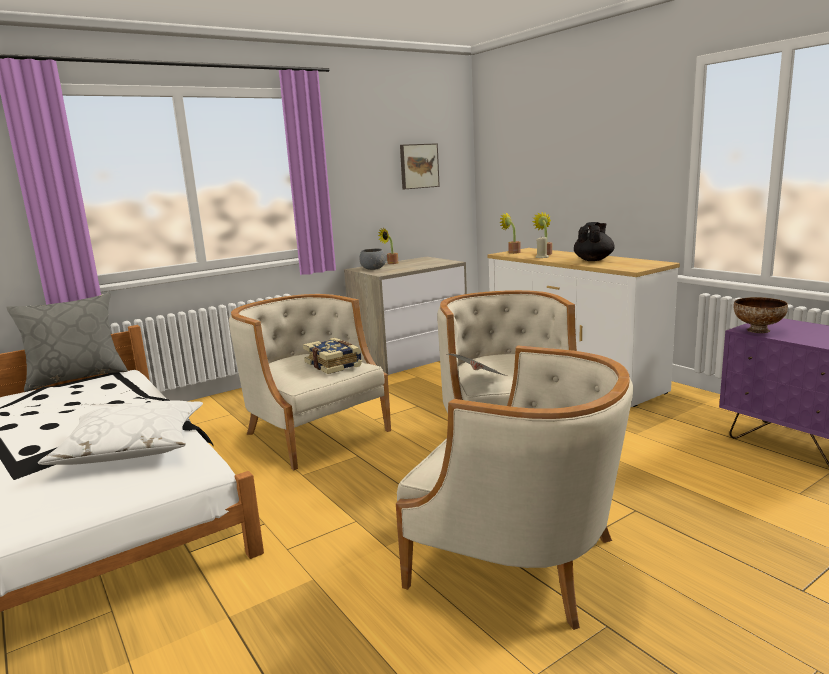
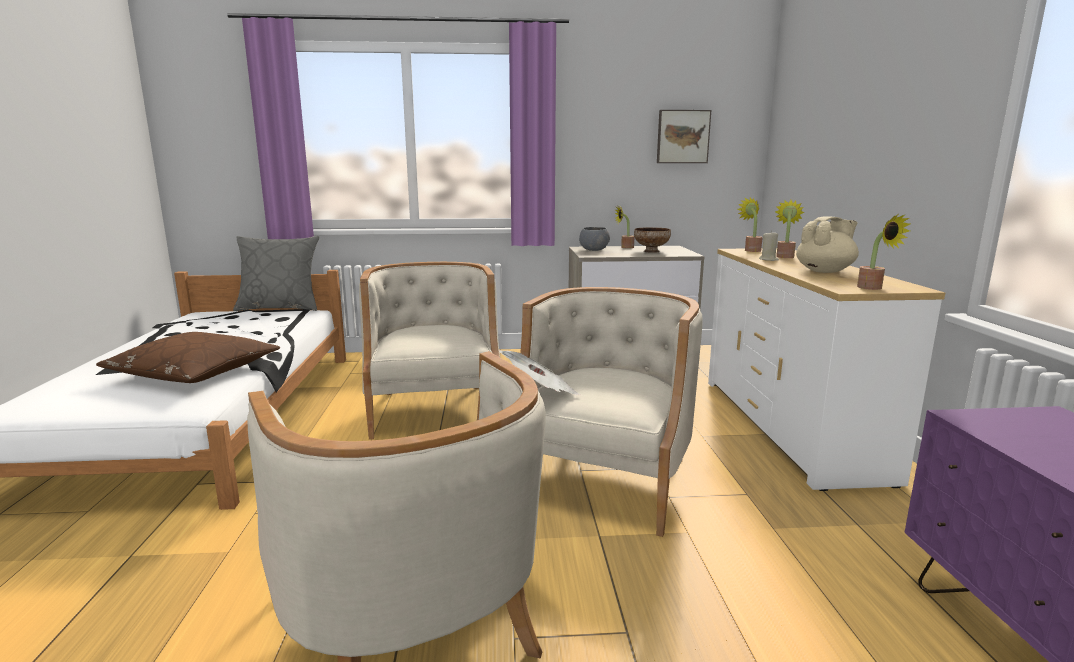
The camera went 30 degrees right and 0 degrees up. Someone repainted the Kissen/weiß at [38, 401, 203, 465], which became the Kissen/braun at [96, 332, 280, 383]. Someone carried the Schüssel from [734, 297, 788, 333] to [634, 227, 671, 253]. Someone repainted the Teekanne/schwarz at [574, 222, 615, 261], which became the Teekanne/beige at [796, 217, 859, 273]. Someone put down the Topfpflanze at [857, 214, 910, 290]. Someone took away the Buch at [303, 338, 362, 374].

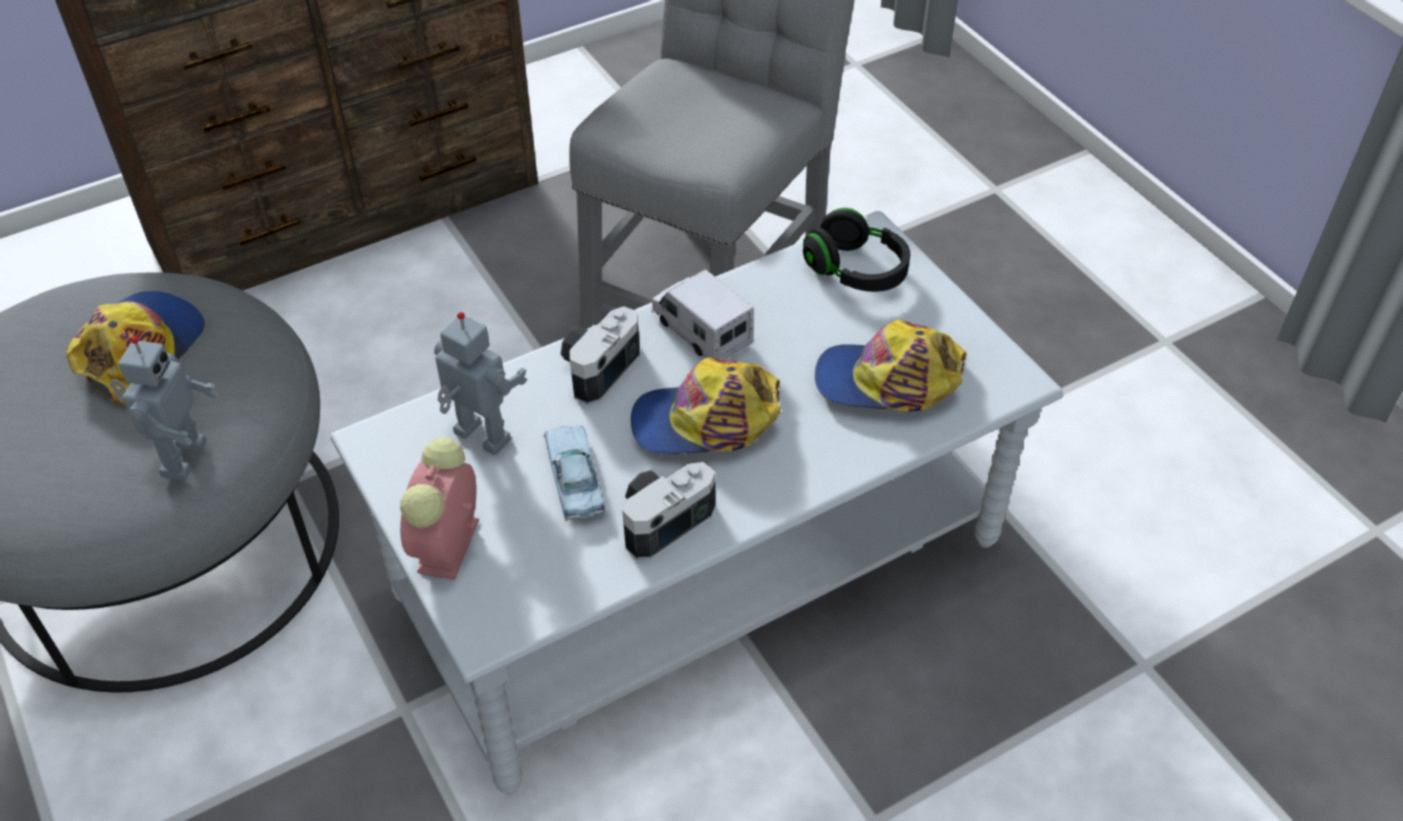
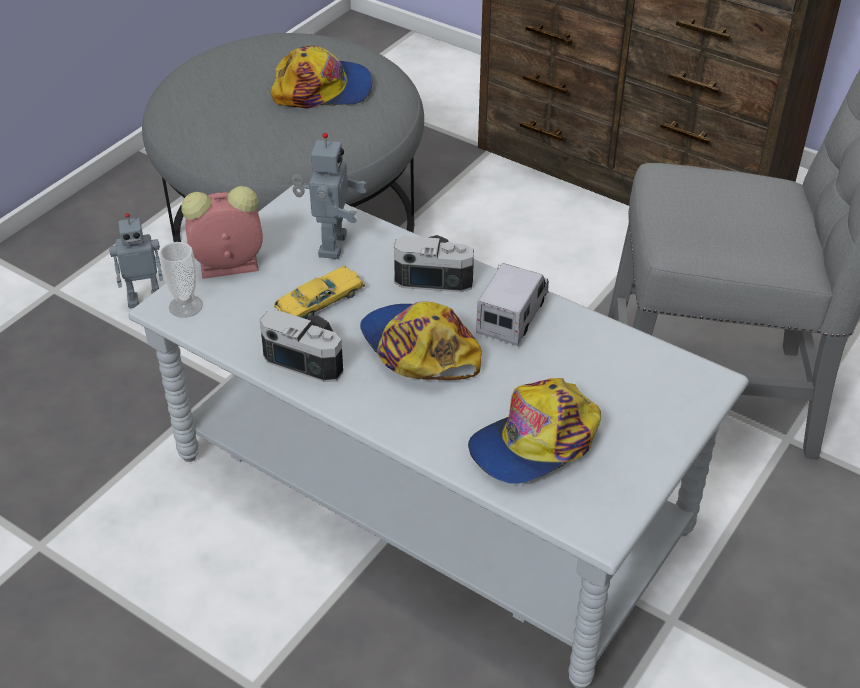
The camera went 65 degrees right and 5 degrees down. Someone carried the Spielzeugroboter from [110, 336, 218, 480] to [109, 213, 163, 308]. Someone put down the Tasse at [159, 242, 203, 318]. Someone repainted the Spielzeugauto/blau at [544, 426, 605, 521], which became the Spielzeugauto/gelb at [274, 265, 365, 319]. Someone rotated the Kappe at [815, 320, 967, 412] by 105 degrees counterclockwise. Someone took away the Kopfhörer/schwarz at [803, 208, 910, 292].

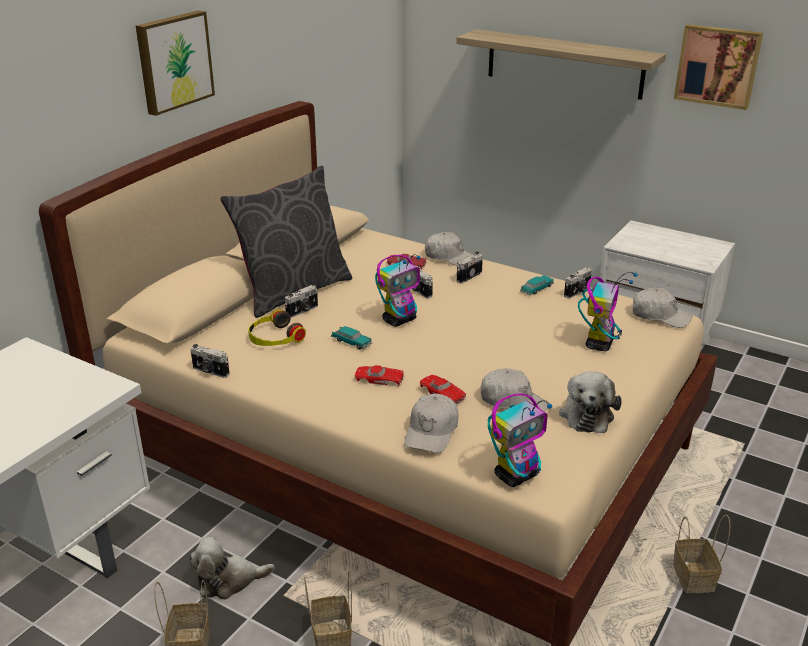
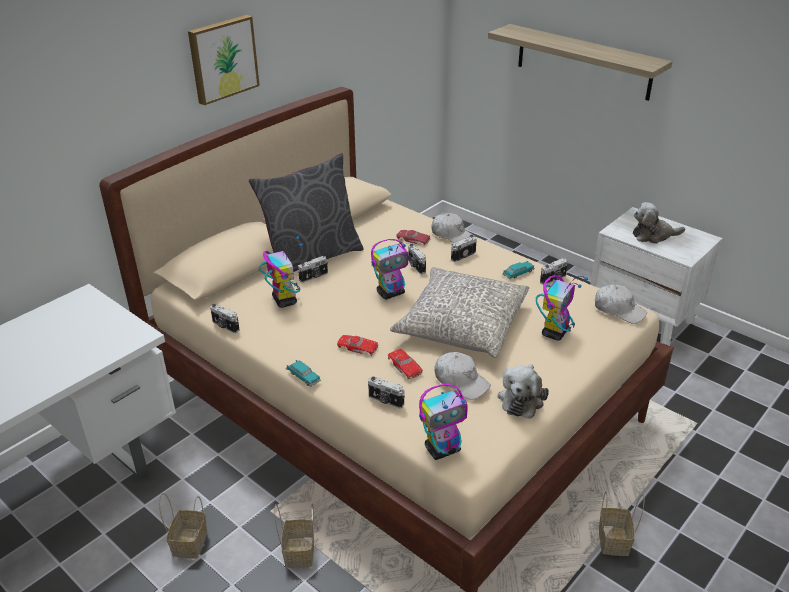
The camera went 10 degrees right and 5 degrees up. Someone swapped the Kopfhörer at [248, 309, 306, 346] for the Spielzeugroboter at [258, 236, 303, 308]. Someone carried the Spielzeugauto from [331, 326, 372, 350] to [286, 360, 321, 387]. Someone swapped the Kappe/weiß at [404, 394, 459, 453] for the Kamera at [368, 376, 405, 408]. Someone put down the Kissen/grau at [390, 267, 529, 358]. Someone carried the Plüschtier from [189, 537, 275, 600] to [633, 202, 685, 244]. Someone took away the Bild at [674, 24, 763, 110].

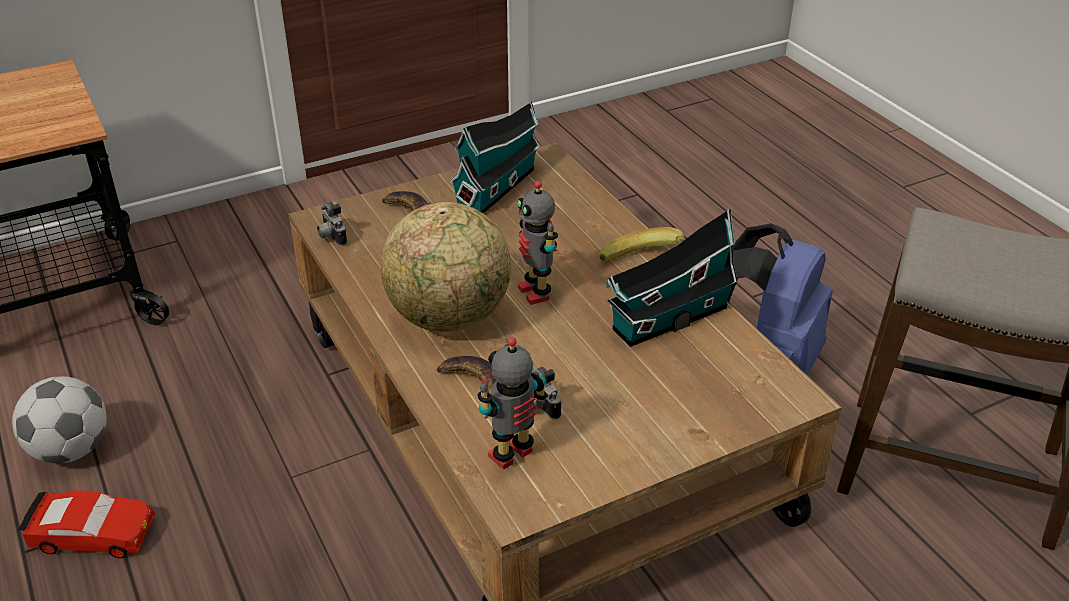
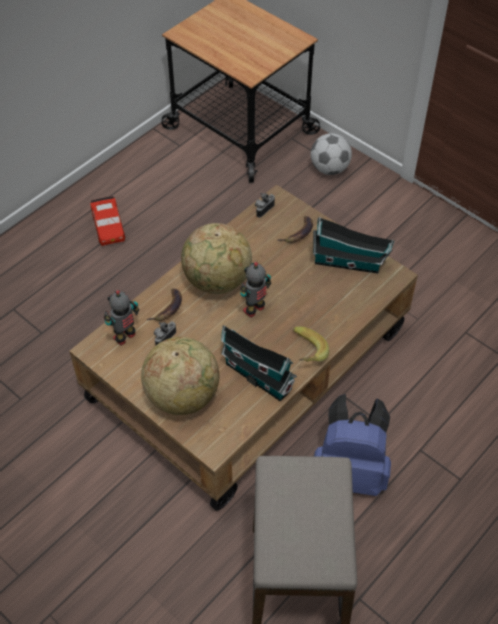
The camera went 70 degrees right and 15 degrees up. Someone rotated the Spielzeugroboter at [478, 337, 547, 470] by 75 degrees counterclockwise. Someone put down the Globus at [141, 337, 219, 415]. Someone carried the Fußball from [12, 376, 106, 464] to [311, 133, 352, 175].

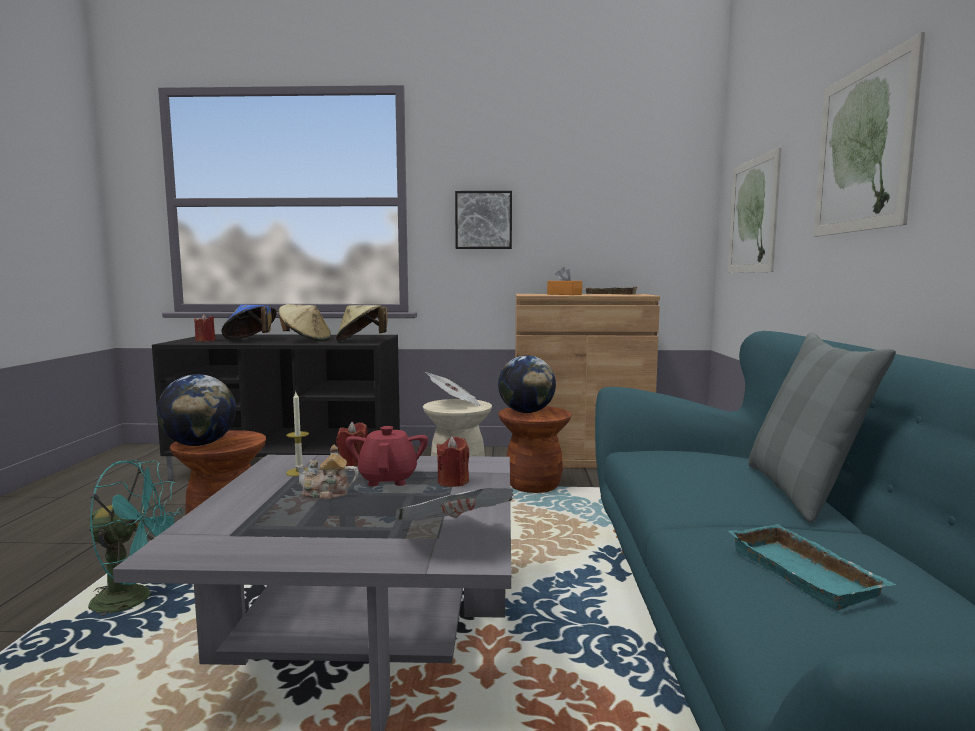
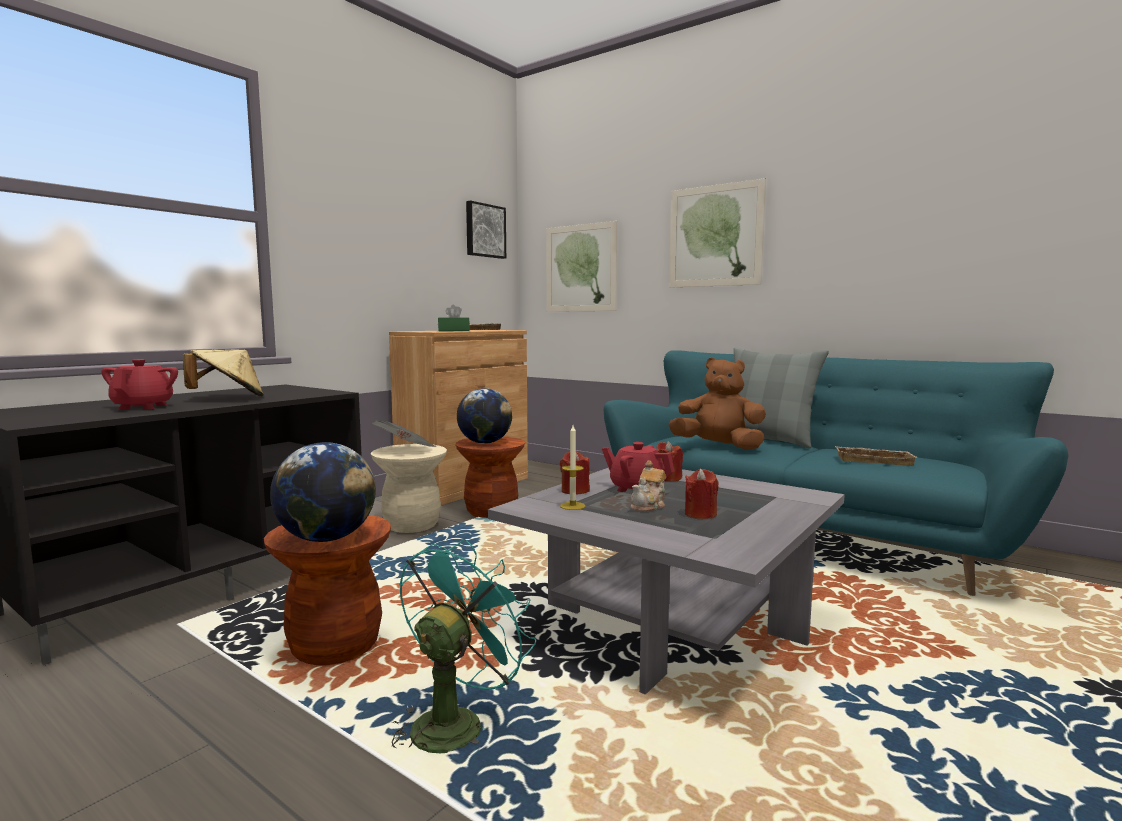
The camera went 55 degrees left and 0 degrees up. Someone swapped the Hut/blau at [222, 305, 277, 340] for the Teekanne/rot at [101, 359, 178, 410]. Someone repainted the Taschentuchbox/orange at [547, 267, 582, 295], which became the Taschentuchbox/grün at [438, 305, 470, 331]. Someone carried the Bild from [455, 191, 512, 249] to [466, 201, 506, 259]. Someone put down the Plüschtier/braun at [668, 357, 766, 450]. Someone carried the Kerze/rot from [194, 314, 215, 342] to [685, 469, 719, 519]. Someone repainted the Tablett/türkis at [728, 524, 896, 611], which became the Tablett/beige at [835, 446, 917, 466]. Someone took away the Hut/beige at [336, 305, 387, 341]. Someone took away the Zeitung at [396, 488, 514, 521].

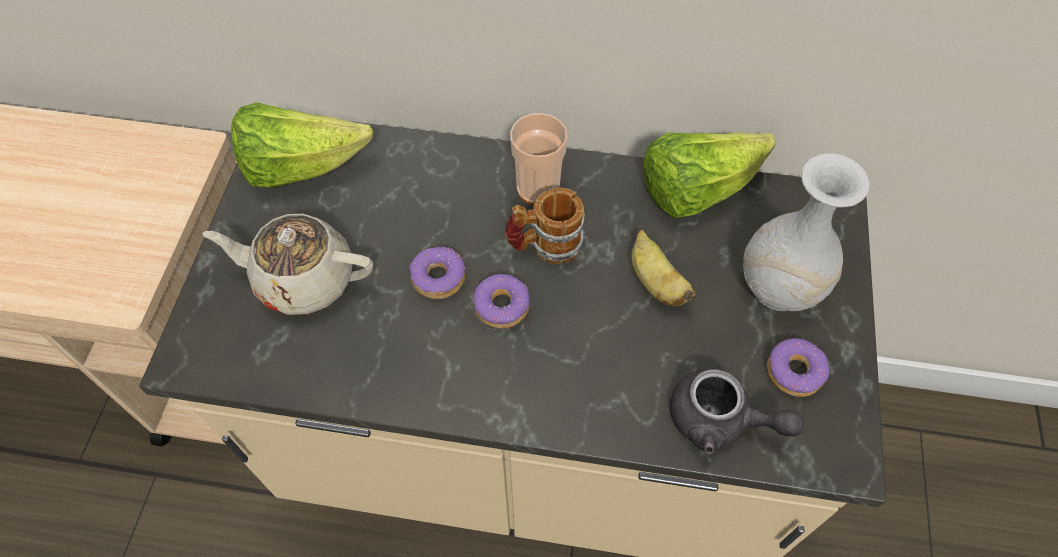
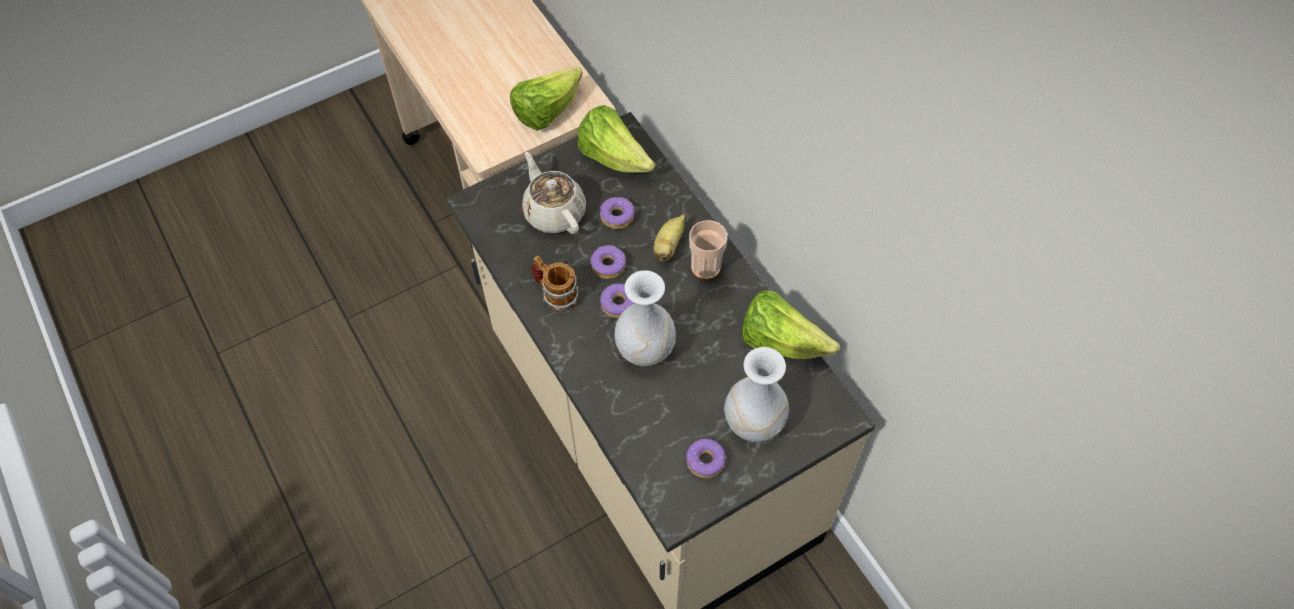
The camera went 50 degrees right and 0 degrees up. Someone put down the Salatkopf at [510, 66, 583, 131]. Someone carried the Henkelbecher from [506, 188, 585, 264] to [531, 256, 579, 312]. Someone put down the Donut at [600, 197, 635, 229]. Someone put down the Vase/weiß at [614, 270, 676, 366]. Someone carried the Banane from [631, 230, 697, 306] to [653, 214, 685, 262]. Someone took away the Teekanne/grau at [670, 369, 804, 454].

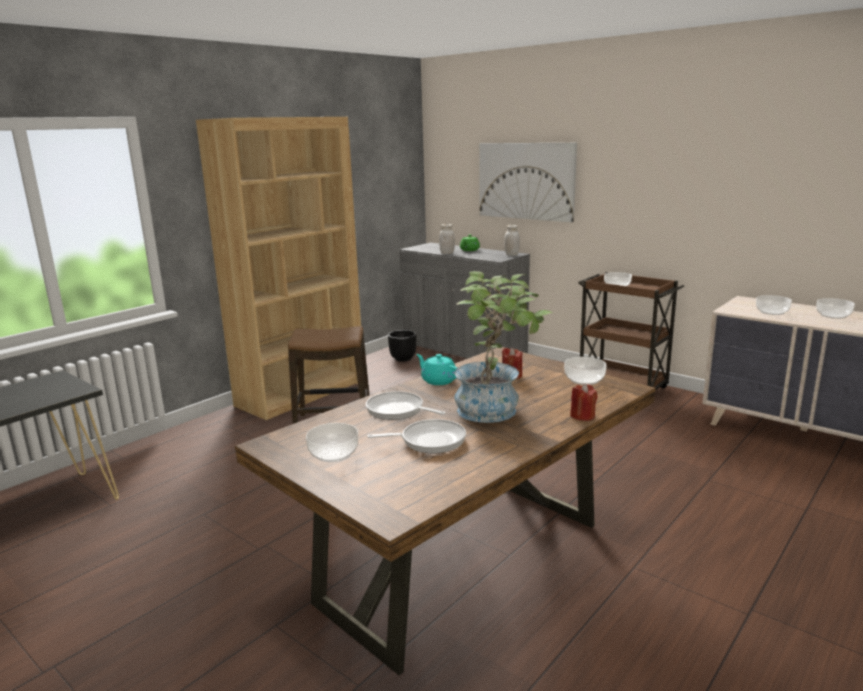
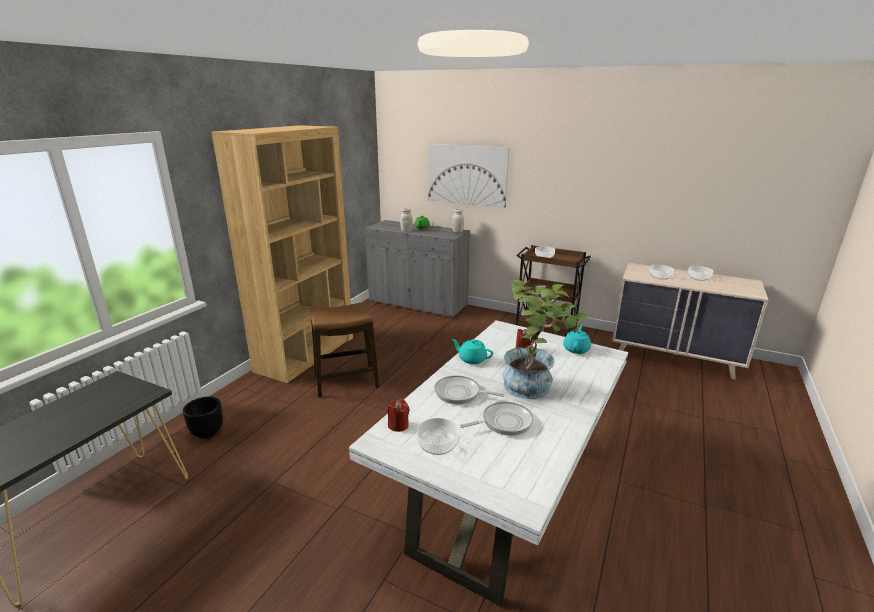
The camera went 15 degrees left and 5 degrees up. Someone carried the Pflanzkübel/schwarz from [388, 330, 417, 362] to [183, 397, 223, 439]. Someone repainted the Esstisch/braun at [235, 347, 656, 675], which became the Esstisch/weiß at [349, 320, 628, 607]. Someone carried the Kerze/rot from [570, 384, 597, 421] to [388, 399, 410, 432]. Someone swapped the Schüssel at [564, 357, 607, 385] for the Teekanne/türkis at [563, 325, 591, 354].

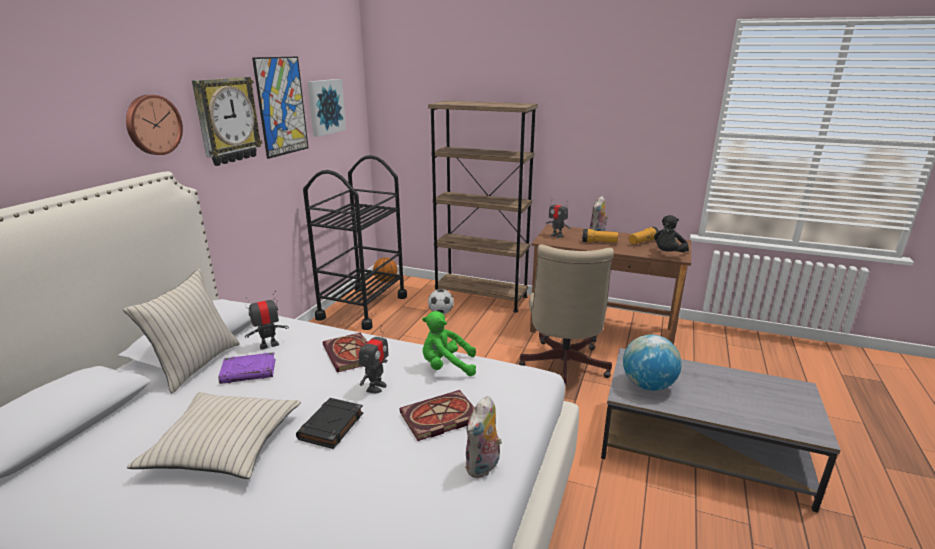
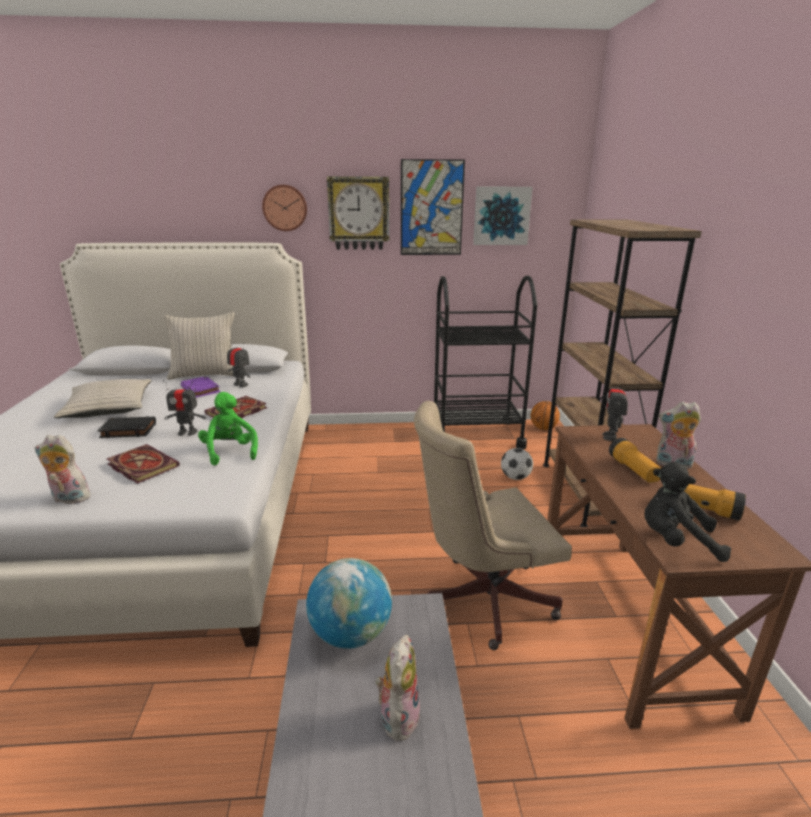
The camera went 65 degrees right and 0 degrees up. Someone put down the Plüschtier at [376, 635, 420, 742].

